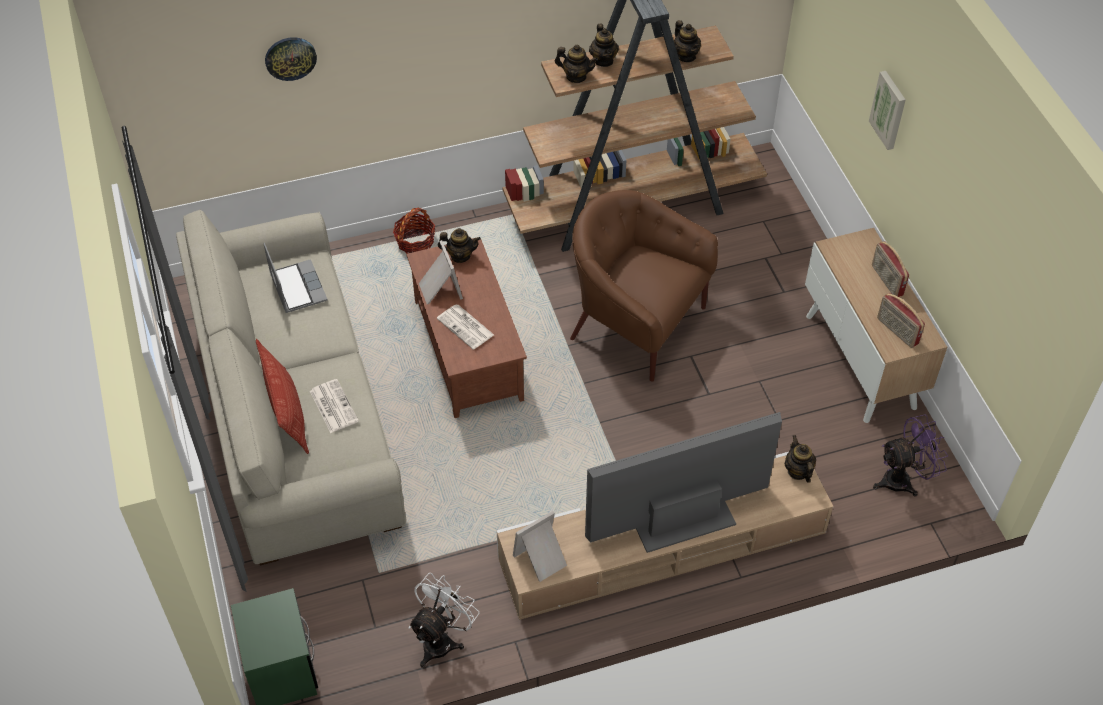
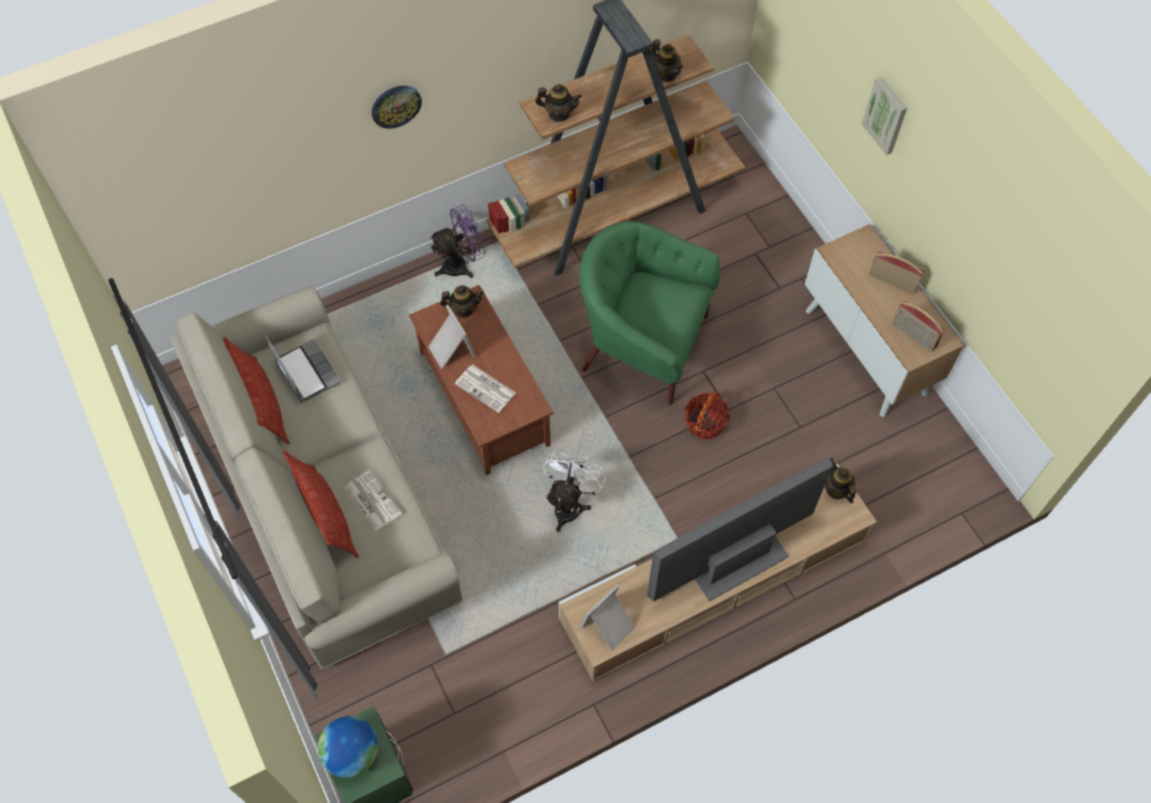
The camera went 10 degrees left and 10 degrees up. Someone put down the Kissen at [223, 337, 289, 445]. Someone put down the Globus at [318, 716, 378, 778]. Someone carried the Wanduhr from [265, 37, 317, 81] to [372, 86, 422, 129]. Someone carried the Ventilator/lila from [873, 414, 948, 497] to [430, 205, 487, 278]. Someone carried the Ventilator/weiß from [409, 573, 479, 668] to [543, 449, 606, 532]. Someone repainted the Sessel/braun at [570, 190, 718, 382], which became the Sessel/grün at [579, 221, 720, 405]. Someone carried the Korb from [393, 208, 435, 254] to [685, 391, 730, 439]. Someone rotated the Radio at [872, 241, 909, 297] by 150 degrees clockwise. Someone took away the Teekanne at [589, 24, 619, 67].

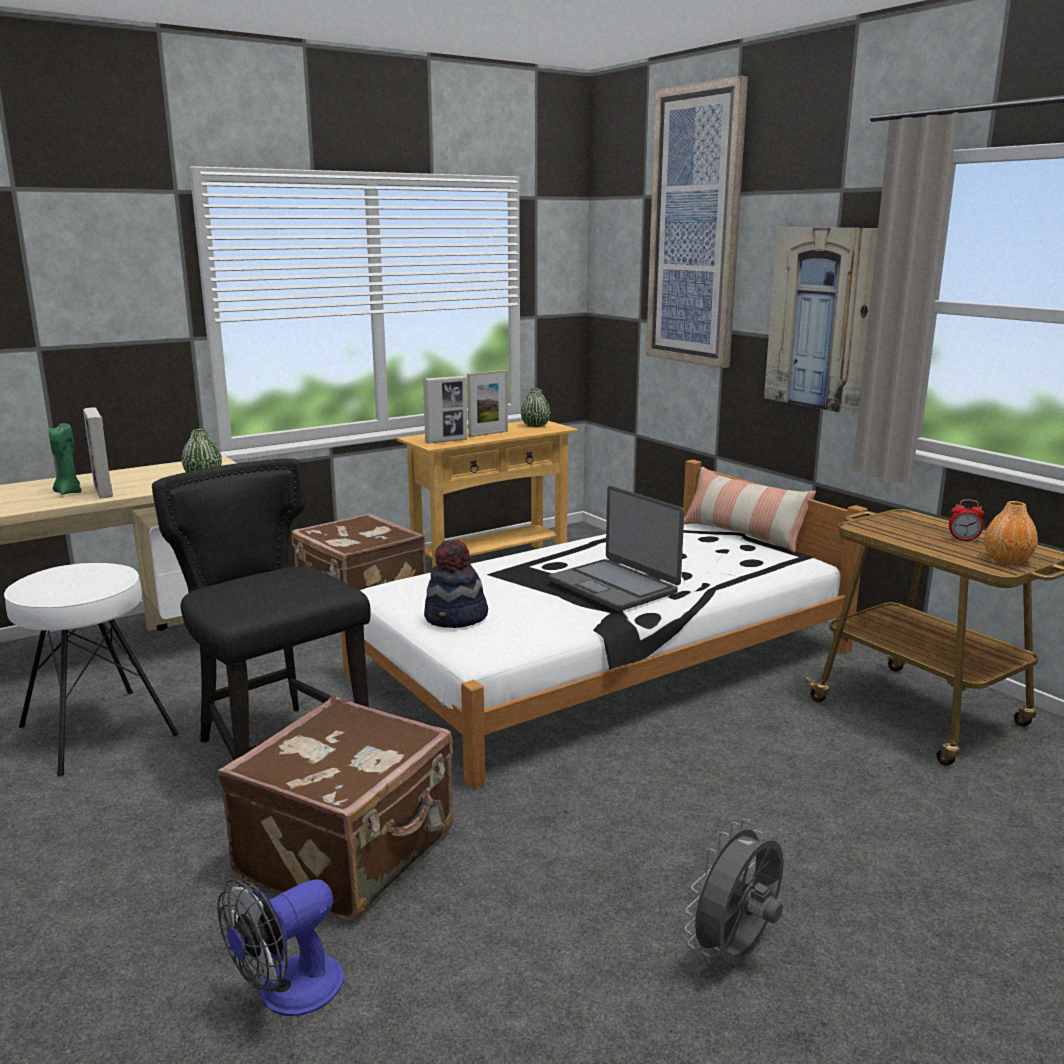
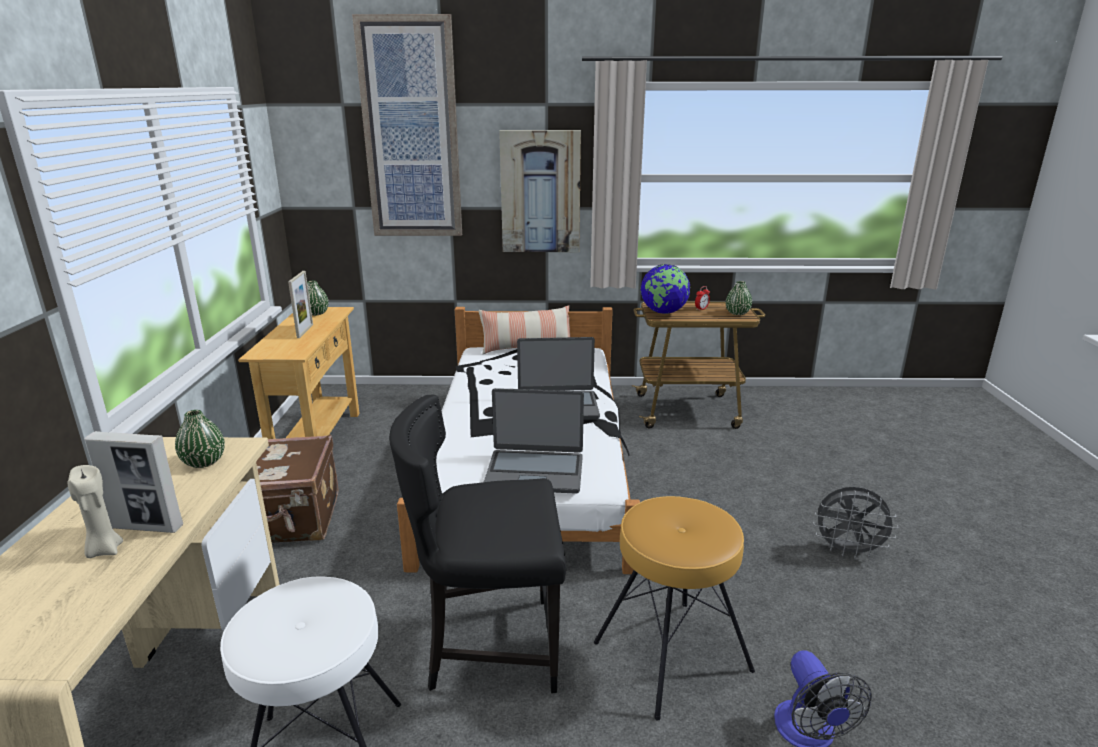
The camera went 55 degrees left and 5 degrees up. Someone repainted the Kerze/grün at [49, 423, 82, 495], which became the Kerze/beige at [68, 465, 123, 558]. Someone swapped the Hut at [424, 540, 488, 628] for the Laptop at [484, 388, 584, 494]. Someone swapped the Koffer/braun at [218, 696, 453, 922] for the Hocker/braun at [594, 496, 755, 721]. Someone put down the Globus at [641, 264, 690, 314]. Someone repainted the Vase/orange at [984, 501, 1038, 565], which became the Vase/grün at [726, 281, 752, 315]. Someone rotated the Ventilator/grau at [684, 819, 784, 962] by 60 degrees counterclockwise. Someone took away the Bilderrahmen at [423, 376, 467, 444].

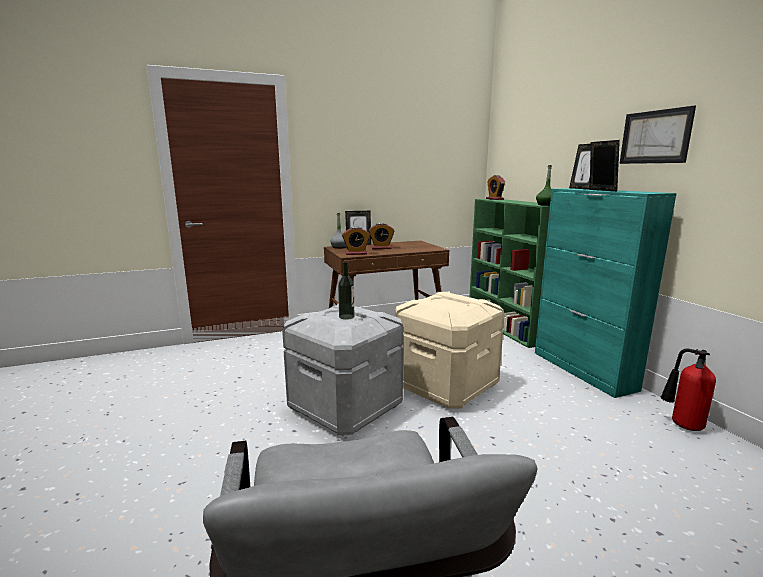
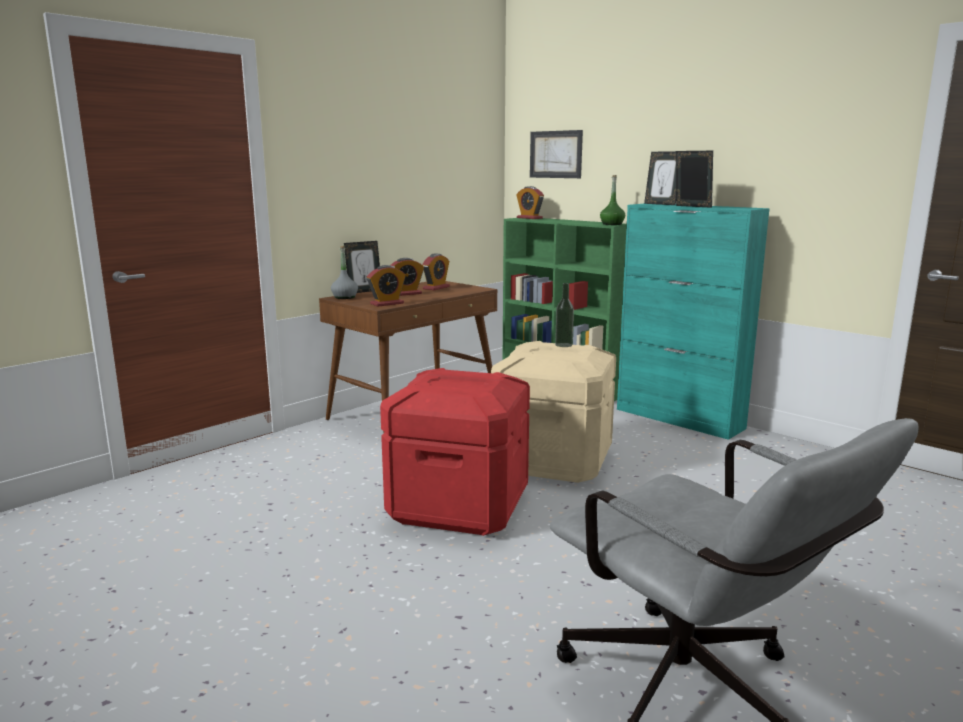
The camera went 25 degrees left and 0 degrees up. Someone repainted the Aufbewahrungsbox/grau at [282, 304, 404, 435], which became the Aufbewahrungsbox/rot at [380, 368, 530, 536]. Someone put down the Wecker at [422, 253, 450, 290]. Someone carried the Bild from [619, 105, 696, 164] to [530, 130, 583, 178]. Someone carried the Flasche from [338, 261, 354, 320] to [555, 283, 574, 347]. Someone took away the Feuerlöscher at [660, 349, 716, 431].

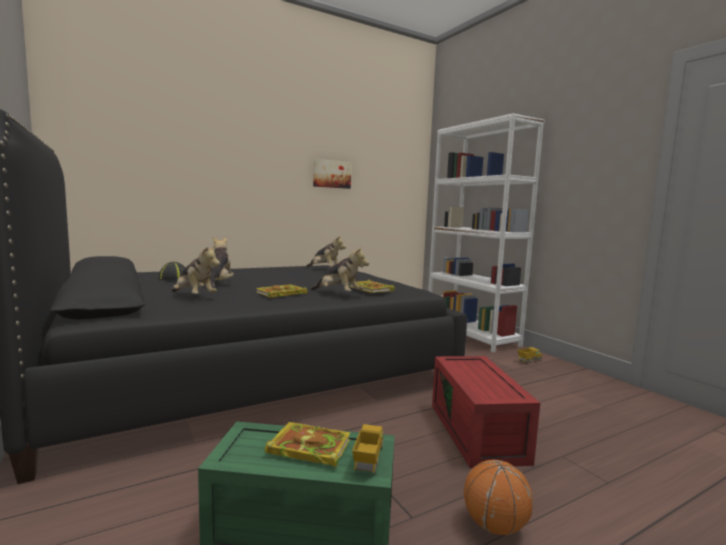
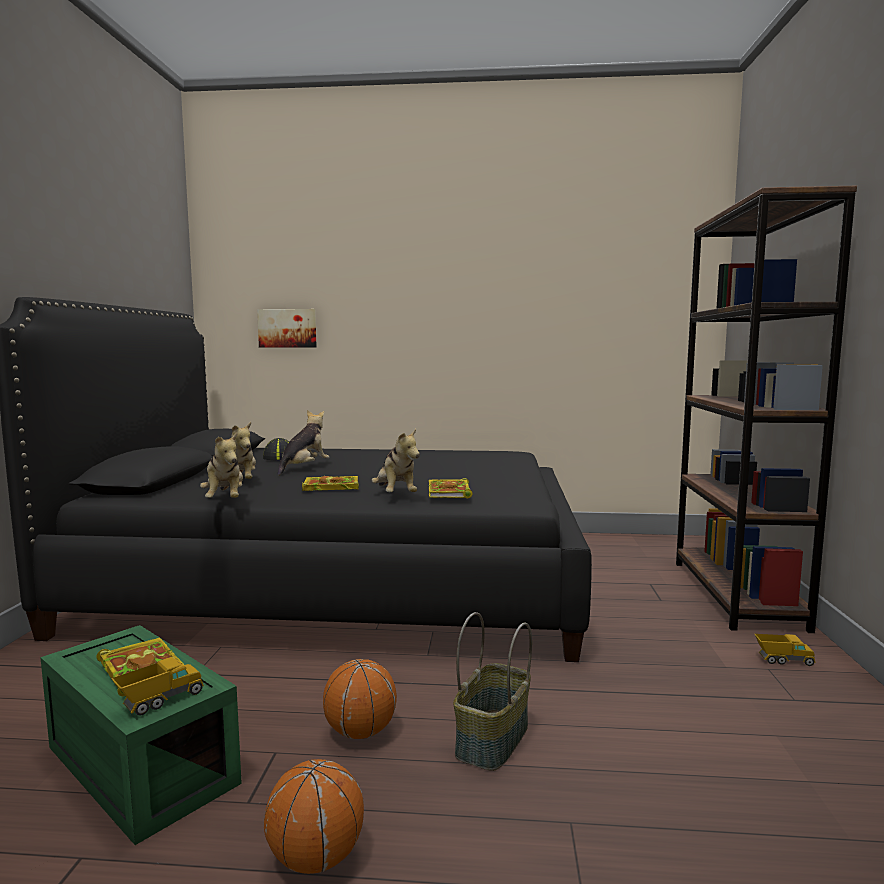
The camera went 35 degrees right and 0 degrees up. Someone carried the Plüschtier from [306, 235, 346, 267] to [200, 433, 243, 498]. Someone carried the Bild from [313, 159, 351, 189] to [257, 309, 317, 348]. Someone put down the Basketball at [323, 659, 397, 739]. Someone swapped the Aufbewahrungsbox/rot at [432, 356, 540, 468] for the Korb at [453, 612, 532, 771]. Someone repainted the Bücherregal/weiß at [428, 113, 545, 352], which became the Bücherregal/braun at [676, 186, 857, 633].

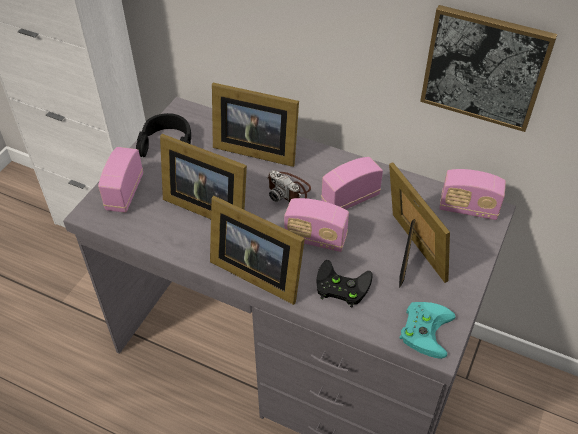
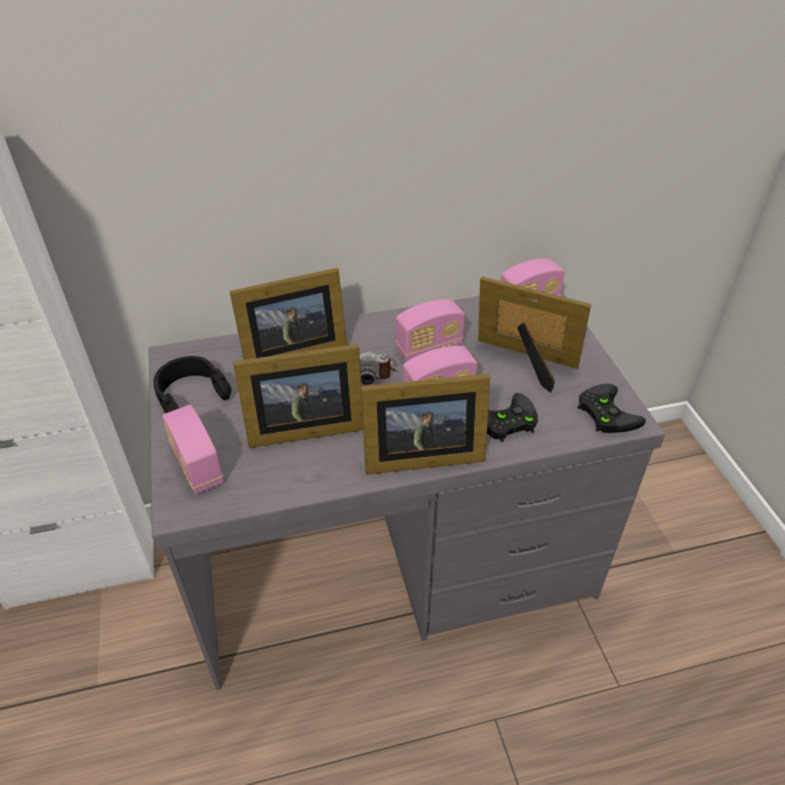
The camera went 40 degrees left and 5 degrees down. Someone rotated the Radio at [321, 157, 383, 209] by 135 degrees counterclockwise. Someone repainted the Gamepad/türkis at [400, 302, 455, 359], which became the Gamepad/schwarz at [577, 384, 646, 433]. Someone took away the Bild at [420, 5, 557, 132].

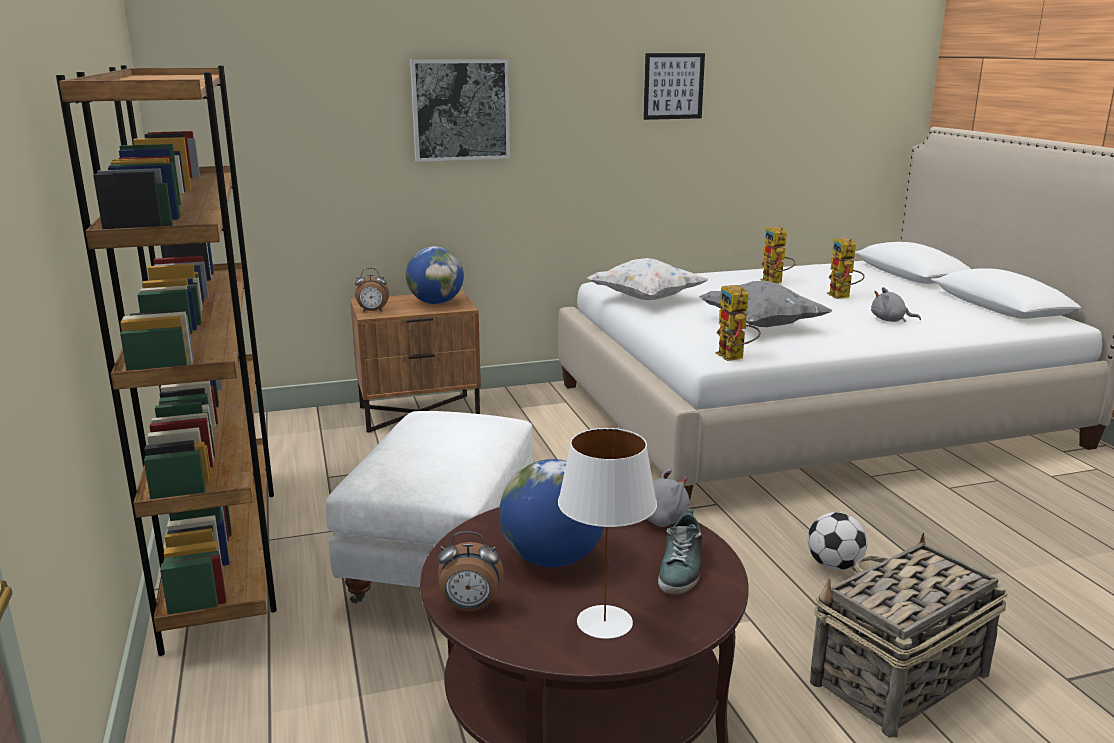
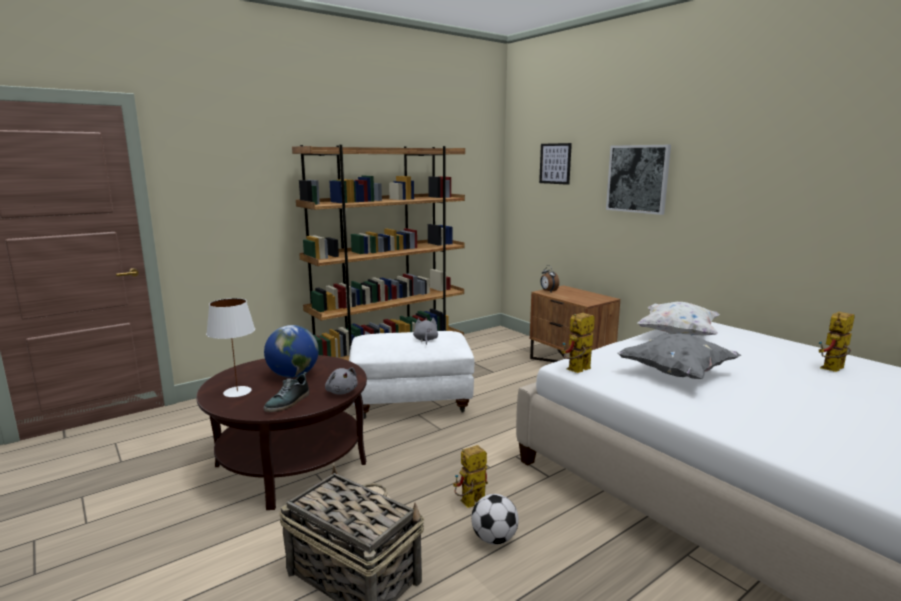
The camera went 70 degrees right and 5 degrees down. Someone rotated the Schuh at [658, 509, 702, 595] by 60 degrees counterclockwise. Someone carried the Plüschtier/grau from [871, 287, 921, 322] to [413, 317, 438, 345]. Someone carried the Spielzeugroboter from [827, 238, 865, 299] to [453, 445, 488, 508]. Someone carried the Bild from [643, 53, 705, 120] to [539, 143, 572, 185]. Someone took away the Globus at [406, 246, 464, 304]. Someone took away the Wecker at [437, 531, 504, 611].

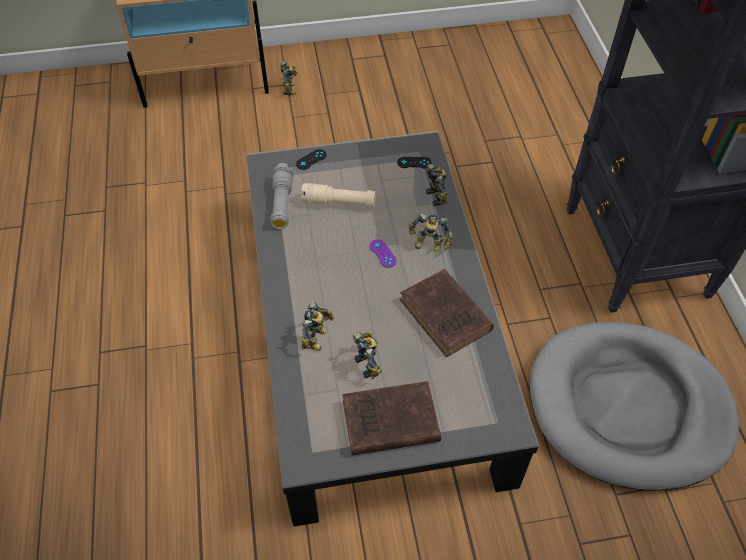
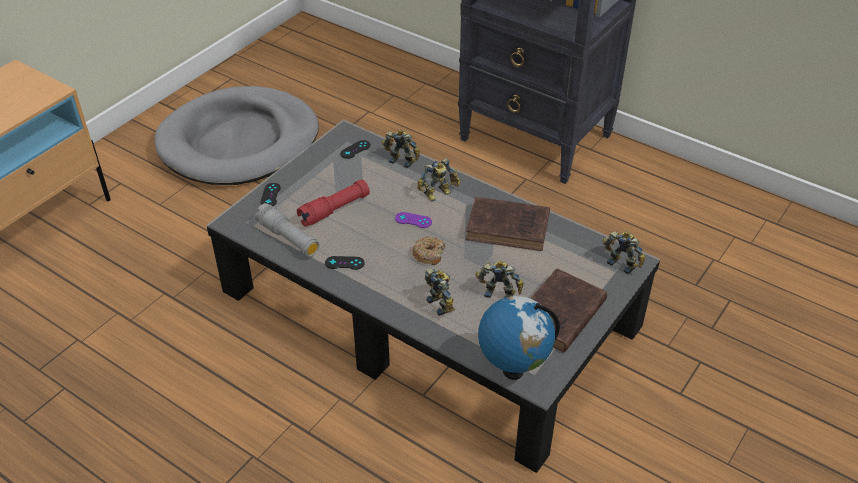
The camera went 45 degrees left and 10 degrees down. Someone carried the Hundebett/grau from [530, 322, 739, 491] to [155, 86, 319, 185]. Someone repainted the Taschenlampe/beige at [301, 183, 376, 208], which became the Taschenlampe/rot at [297, 180, 370, 227]. Someone put down the Gamepad/schwarz at [325, 256, 365, 270]. Someone put down the Donut at [412, 237, 445, 265]. Someone put down the Globus at [478, 296, 560, 380]. Someone carried the Spielzeugroboter from [280, 61, 298, 95] to [603, 231, 646, 274].

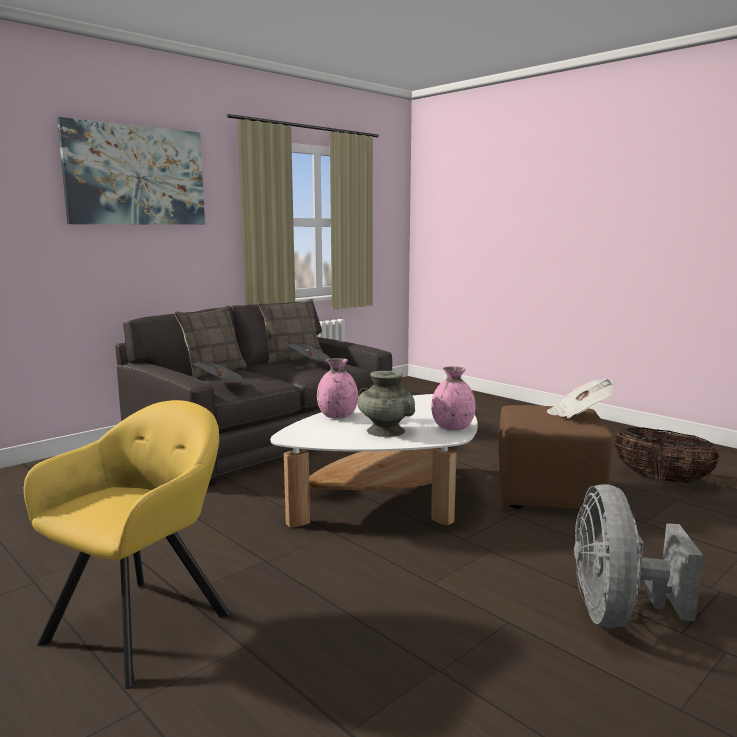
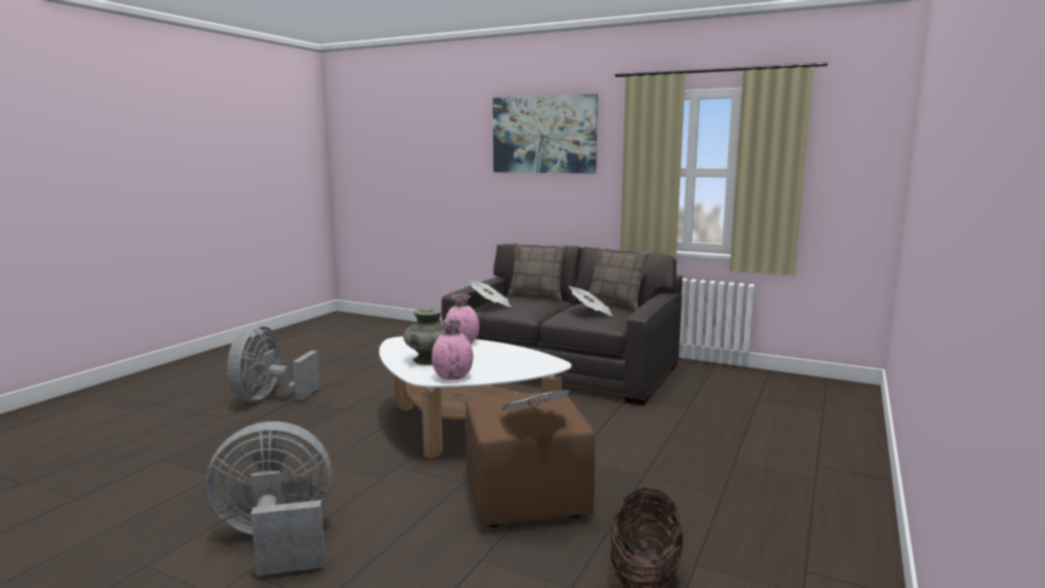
The camera went 70 degrees right and 0 degrees up. Someone swapped the Sessel/gelb at [24, 400, 230, 689] for the Ventilator/grau at [227, 325, 320, 401].

